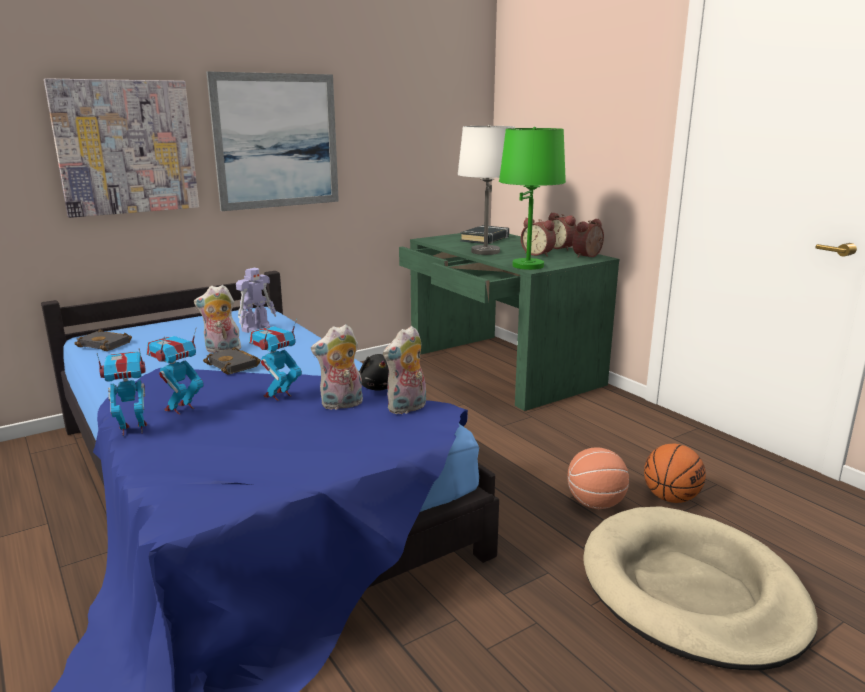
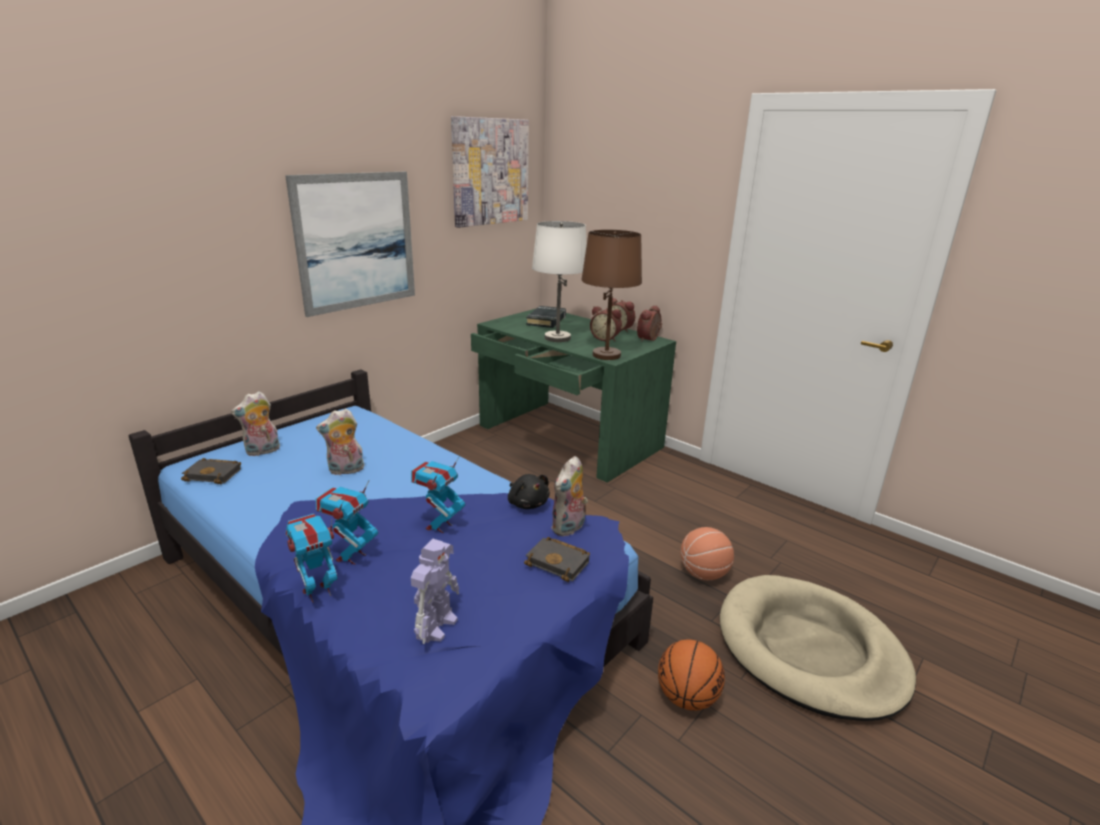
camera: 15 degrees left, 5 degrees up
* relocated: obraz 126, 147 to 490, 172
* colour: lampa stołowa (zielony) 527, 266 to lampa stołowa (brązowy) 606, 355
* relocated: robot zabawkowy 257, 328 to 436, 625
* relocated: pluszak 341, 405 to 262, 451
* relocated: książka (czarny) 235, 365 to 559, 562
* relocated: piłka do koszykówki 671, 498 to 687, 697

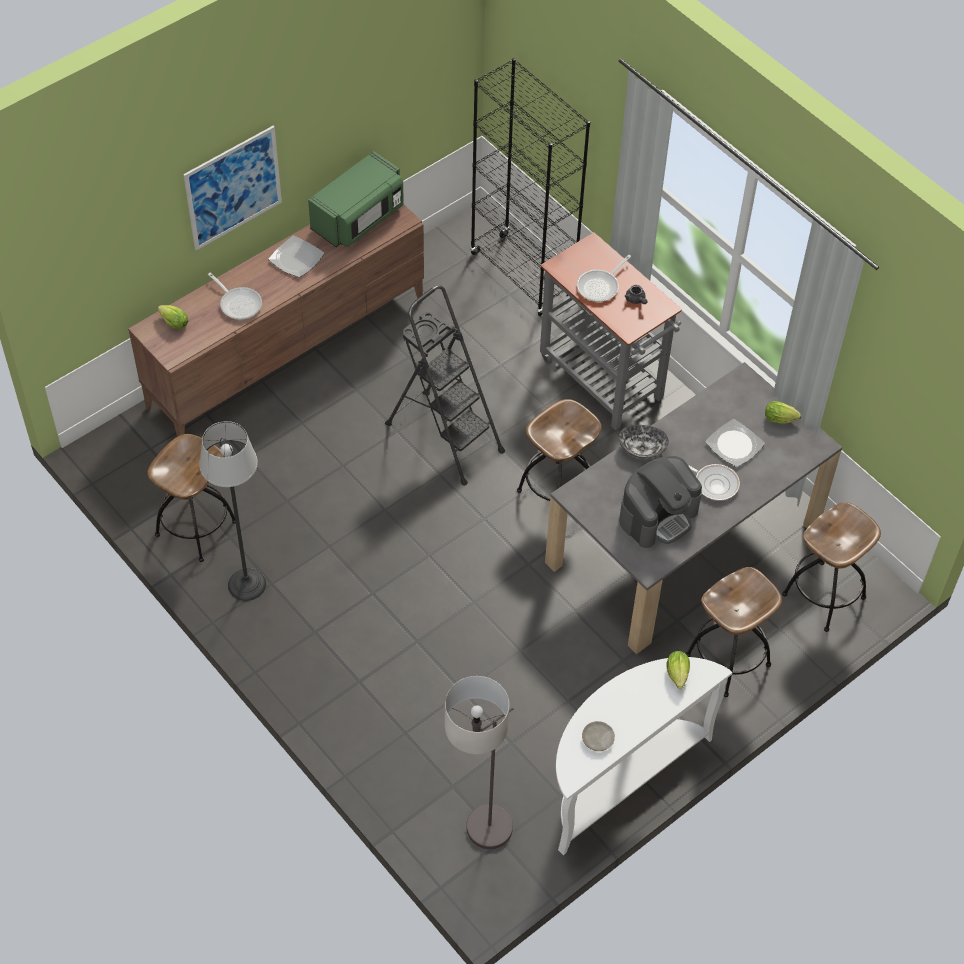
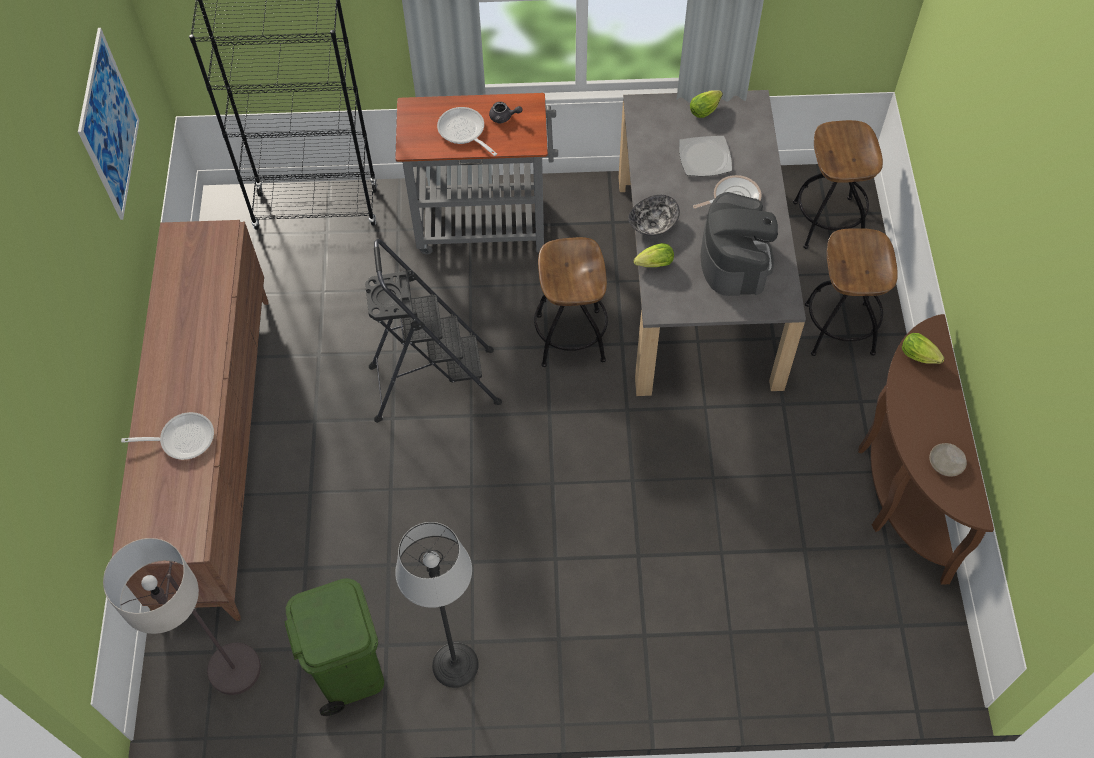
camera: 50 degrees left, 5 degrees up
* relocated: obraz 233, 188 to 109, 125
* missing: mikrofalówka (zielony) 359, 218
* missing: talerz 296, 258
* spun: patelnia 600, 286 = 464, 132 150 degrees clockwise
* relocated: sałata 172, 322 to 652, 264
* exchanged: stołek (brązowy) 196, 527 to kosz na śmieci (zielony) 349, 669
* colour: stolik konsolowy (biały) 620, 777 to stolik konsolowy (brązowy) 899, 486
* relocated: lampa stojąca (szary) 478, 836 to 233, 685

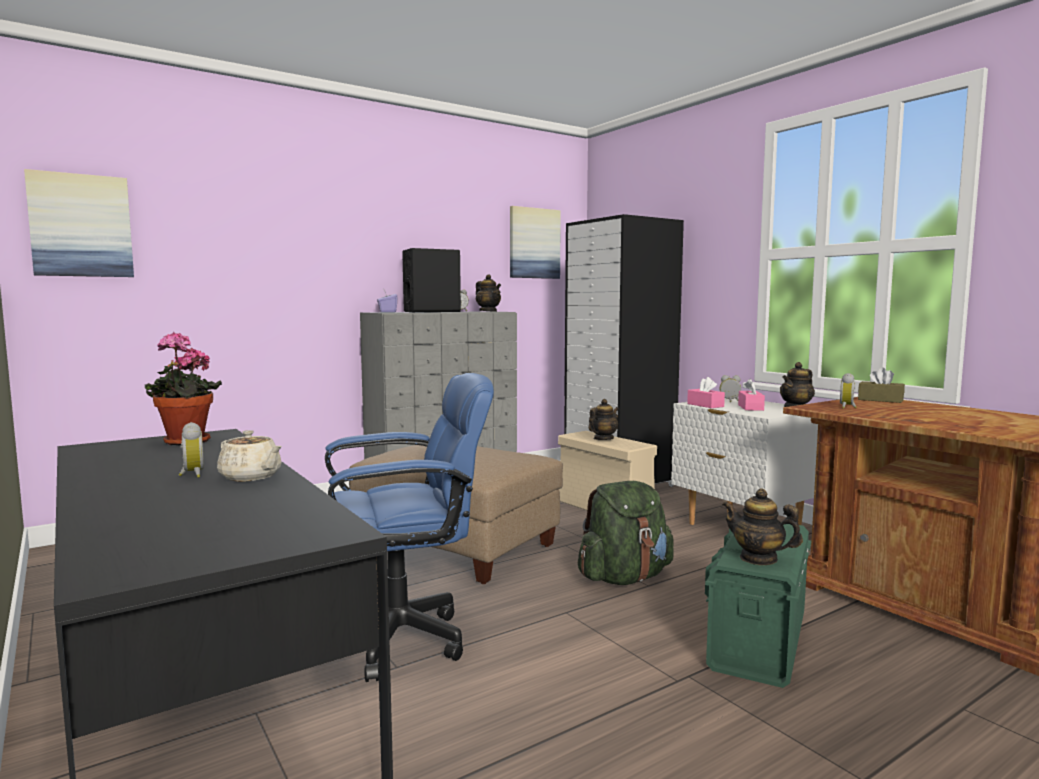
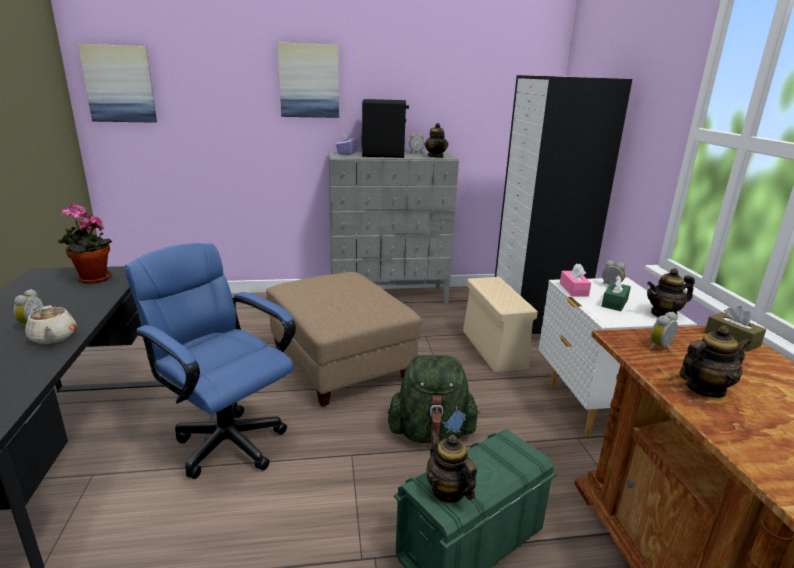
camera: 25 degrees right, 15 degrees up
* relocated: obraz 534, 243 to 309, 81
* spun: krzesło biurowe (niebieski) 405, 639 = 225, 443 150 degrees counterclockwise
* colour: pudełko chusteczek (różowy) 750, 407 to pudełko chusteczek (zielony) 614, 303
* relocated: imbryk 603, 439 to 704, 389

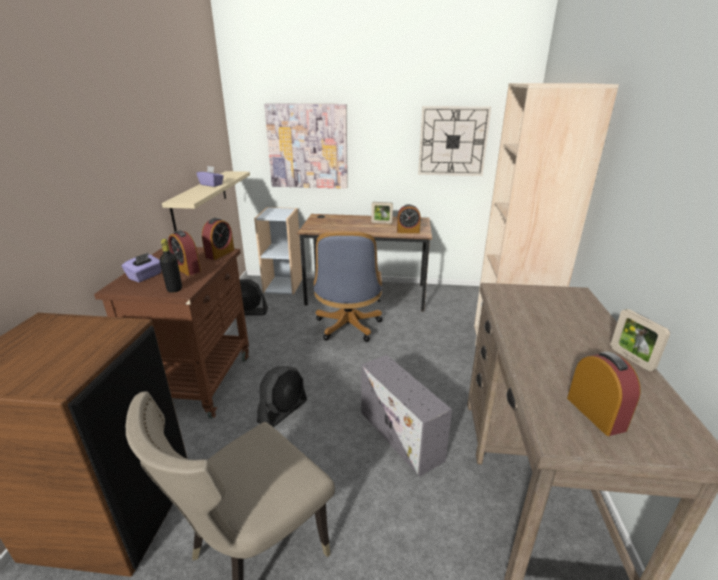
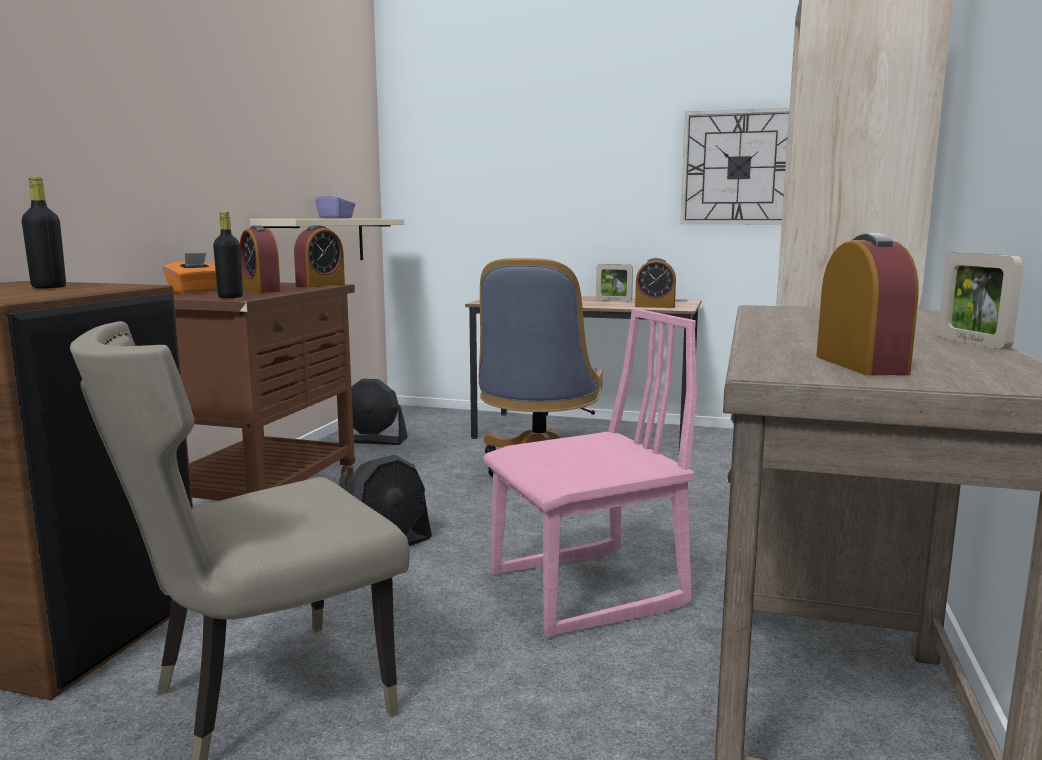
camera: 10 degrees right, 15 degrees down
* missing: obraz 308, 146
* missing: regał 283, 285
* colour: pudełko chusteczek (fioletowy) 145, 276 to pudełko chusteczek (pomarańczowy) 196, 292
* exchanged: pojemnik do przechowywania (szary) 401, 436 to krzesło (różowy) 587, 591
* appeared: butelka (czarny) 49, 287

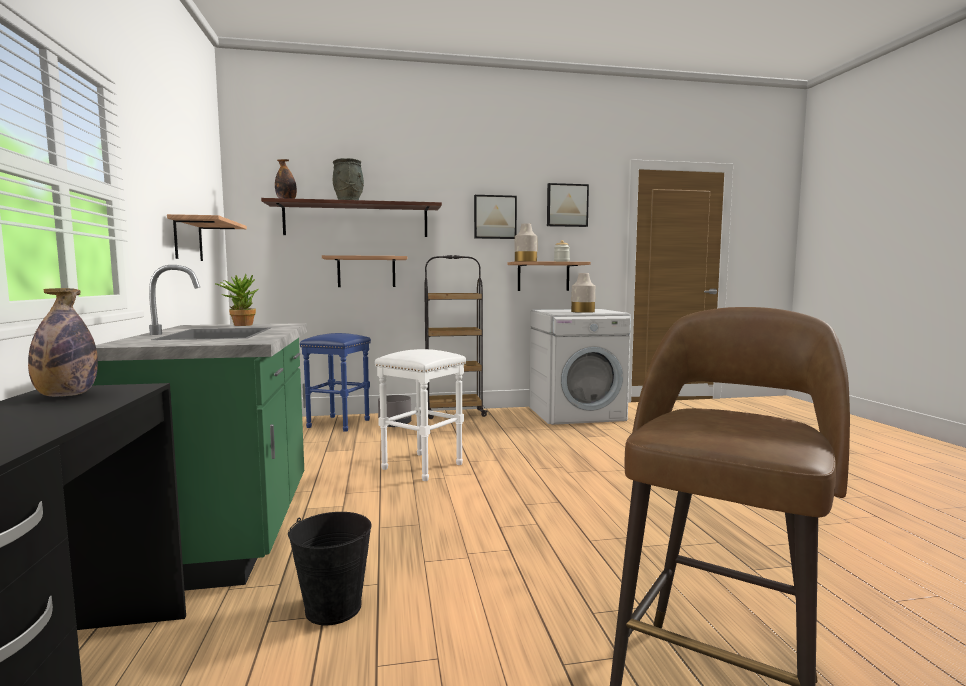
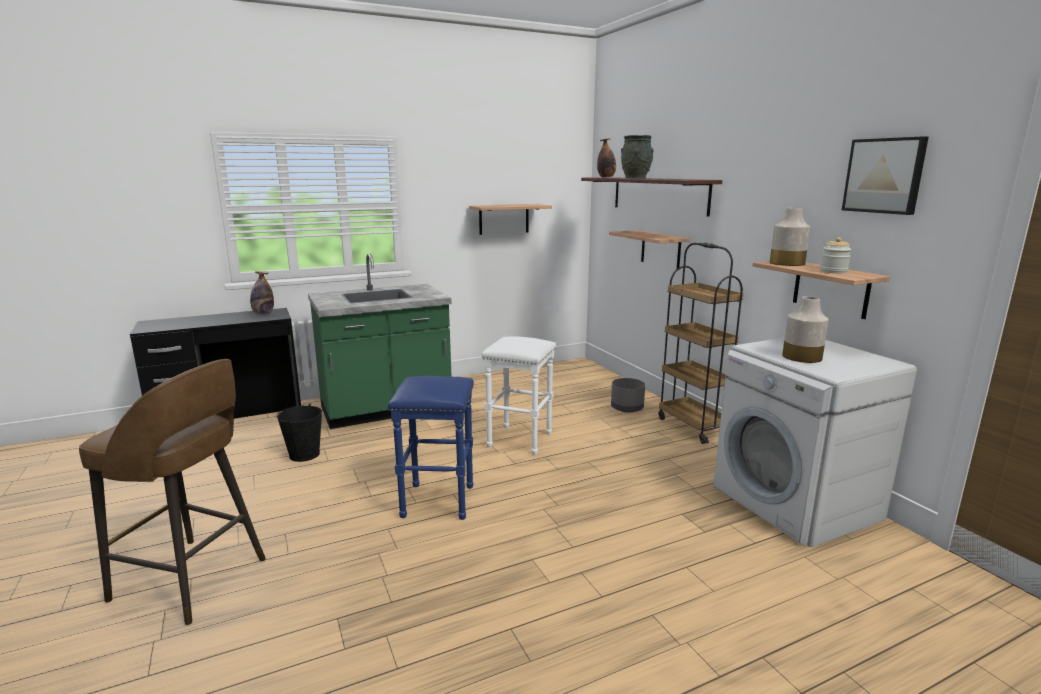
camera: 75 degrees right, 10 degrees up
* missing: obraz 494, 217
* missing: roślina doniczkowa 240, 325
* relocated: stołek (niebieski) 340, 423 to 439, 502

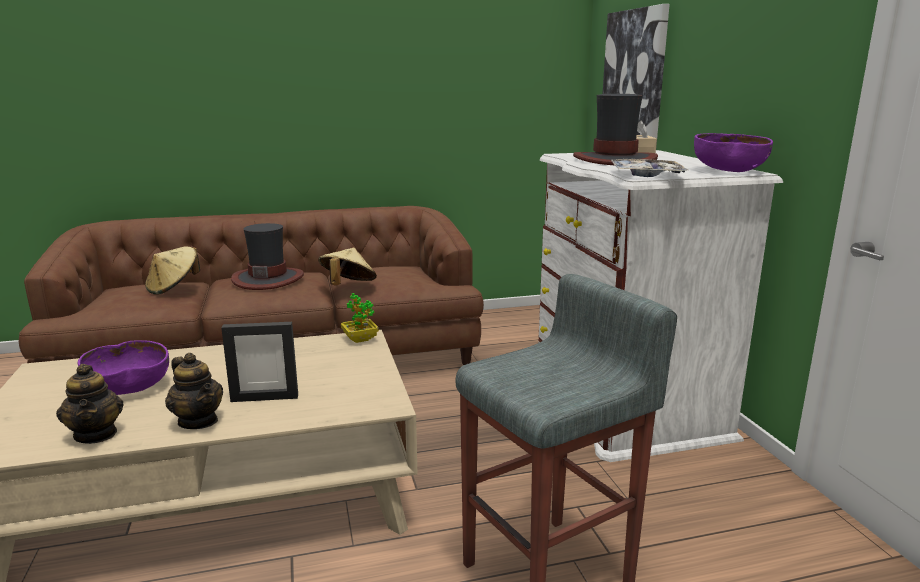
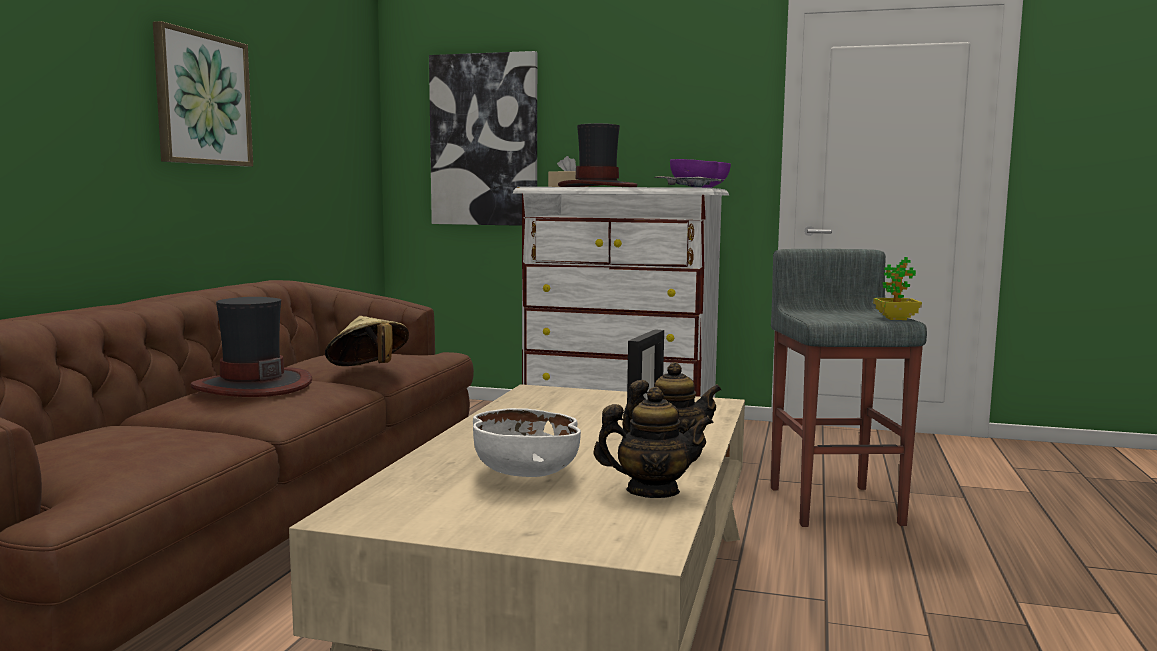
camera: 60 degrees left, 10 degrees down
* missing: kapelusz (beżowy) 174, 287
* relocated: roślina doniczkowa 360, 339 to 896, 318
* colour: miska (fioletowy) 129, 388 to miska (biały) 525, 474
* appeared: obraz 202, 99

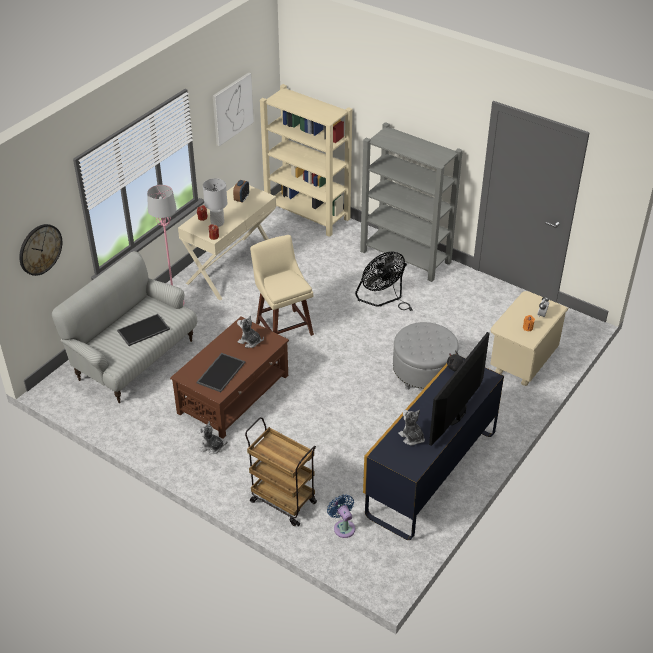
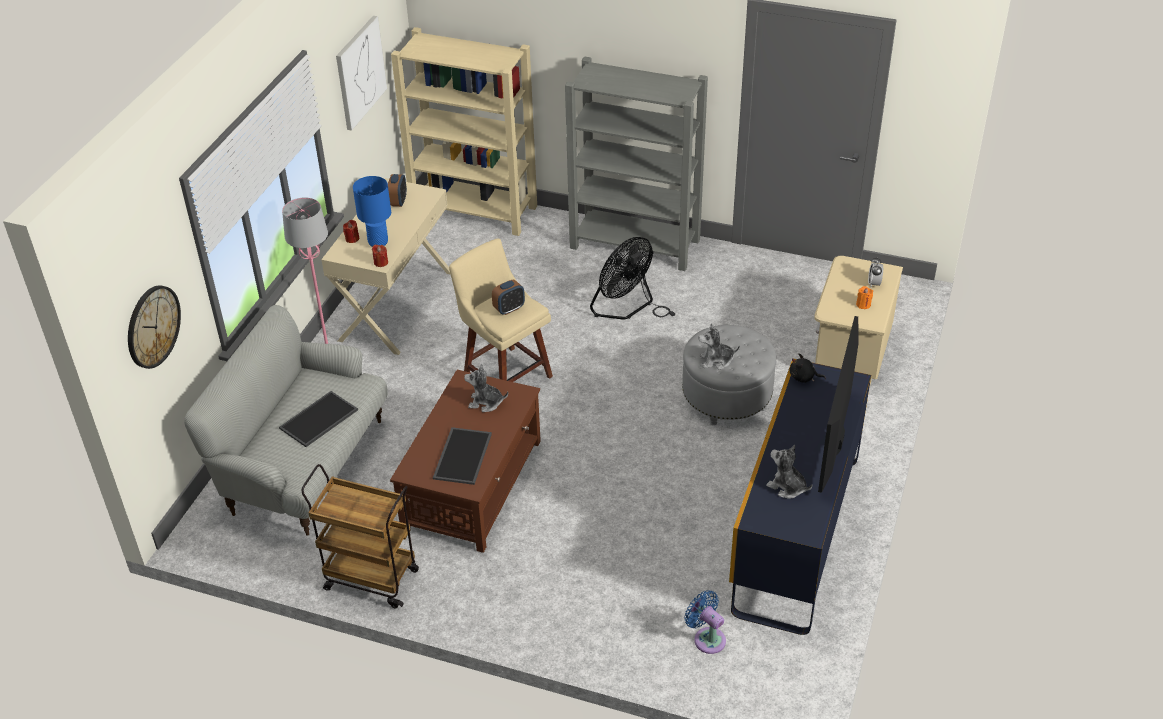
camera: 15 degrees left, 0 degrees up
* colour: lampa stołowa (szary) 217, 224 to lampa stołowa (niebieski) 378, 244
* relocated: wózek (brązowy) 282, 502 to 370, 579
* relocated: pluszak 211, 447 to 716, 360
* appeared: budzik 509, 309

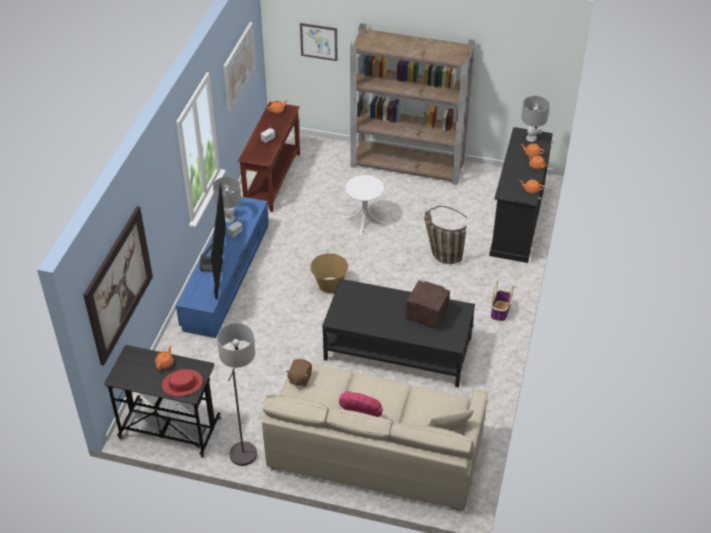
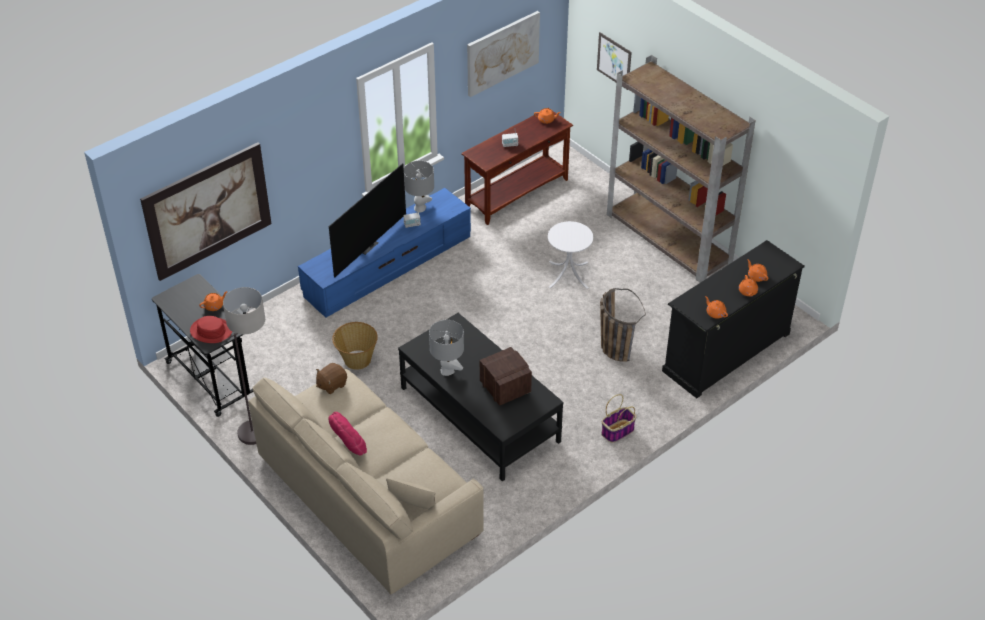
camera: 35 degrees right, 0 degrees up
* relocated: lampa stołowa (szary) 531, 138 to 447, 371
* relocated: koszyk 329, 285 to 357, 359

